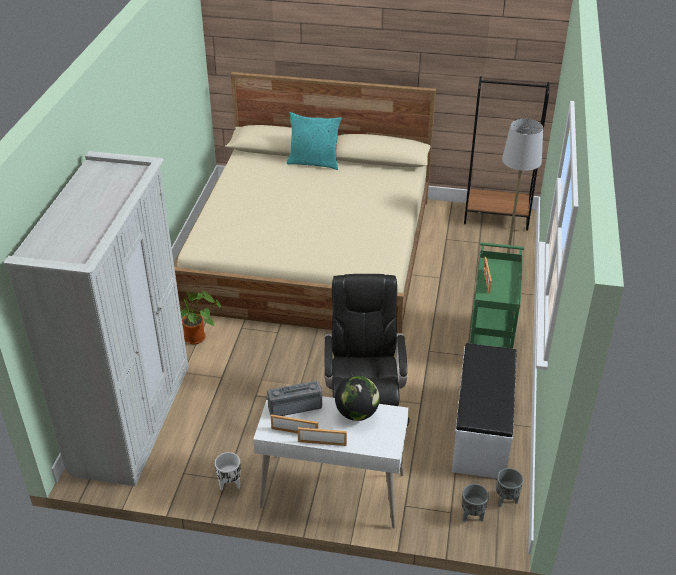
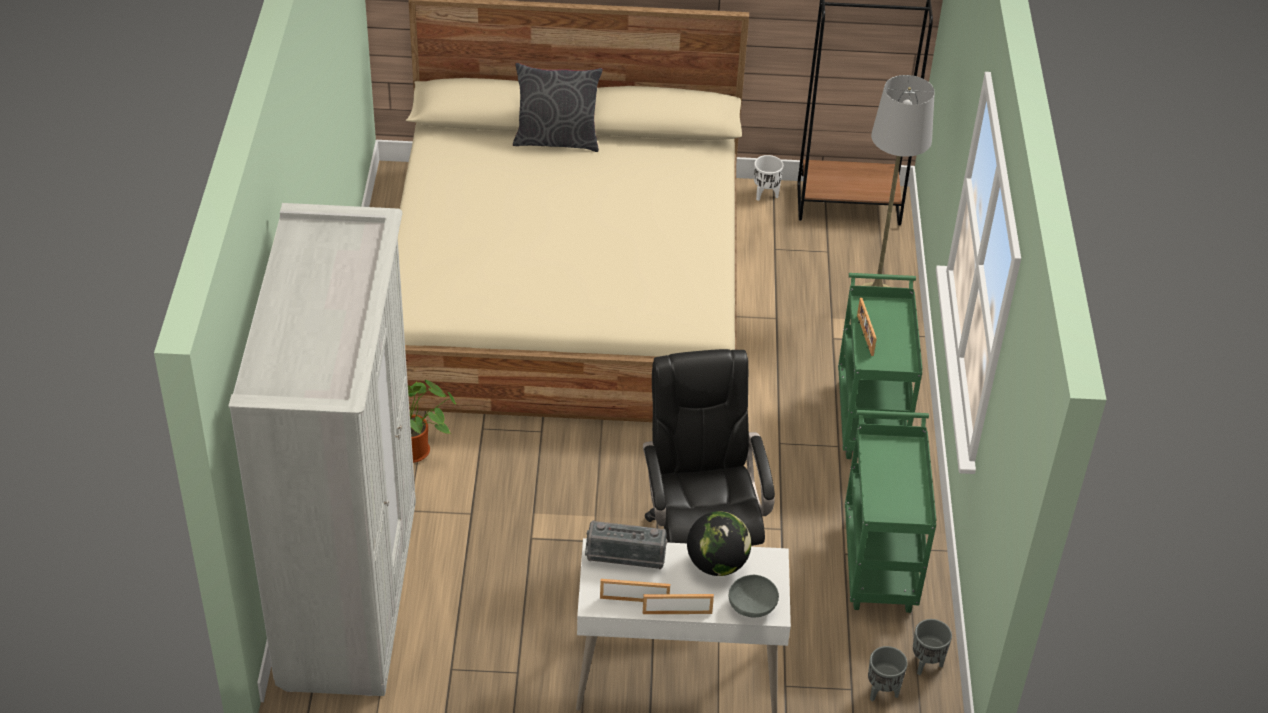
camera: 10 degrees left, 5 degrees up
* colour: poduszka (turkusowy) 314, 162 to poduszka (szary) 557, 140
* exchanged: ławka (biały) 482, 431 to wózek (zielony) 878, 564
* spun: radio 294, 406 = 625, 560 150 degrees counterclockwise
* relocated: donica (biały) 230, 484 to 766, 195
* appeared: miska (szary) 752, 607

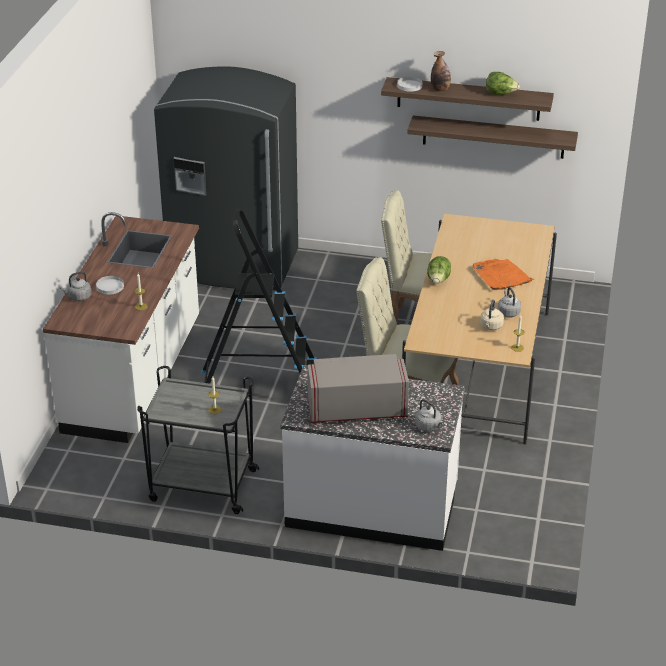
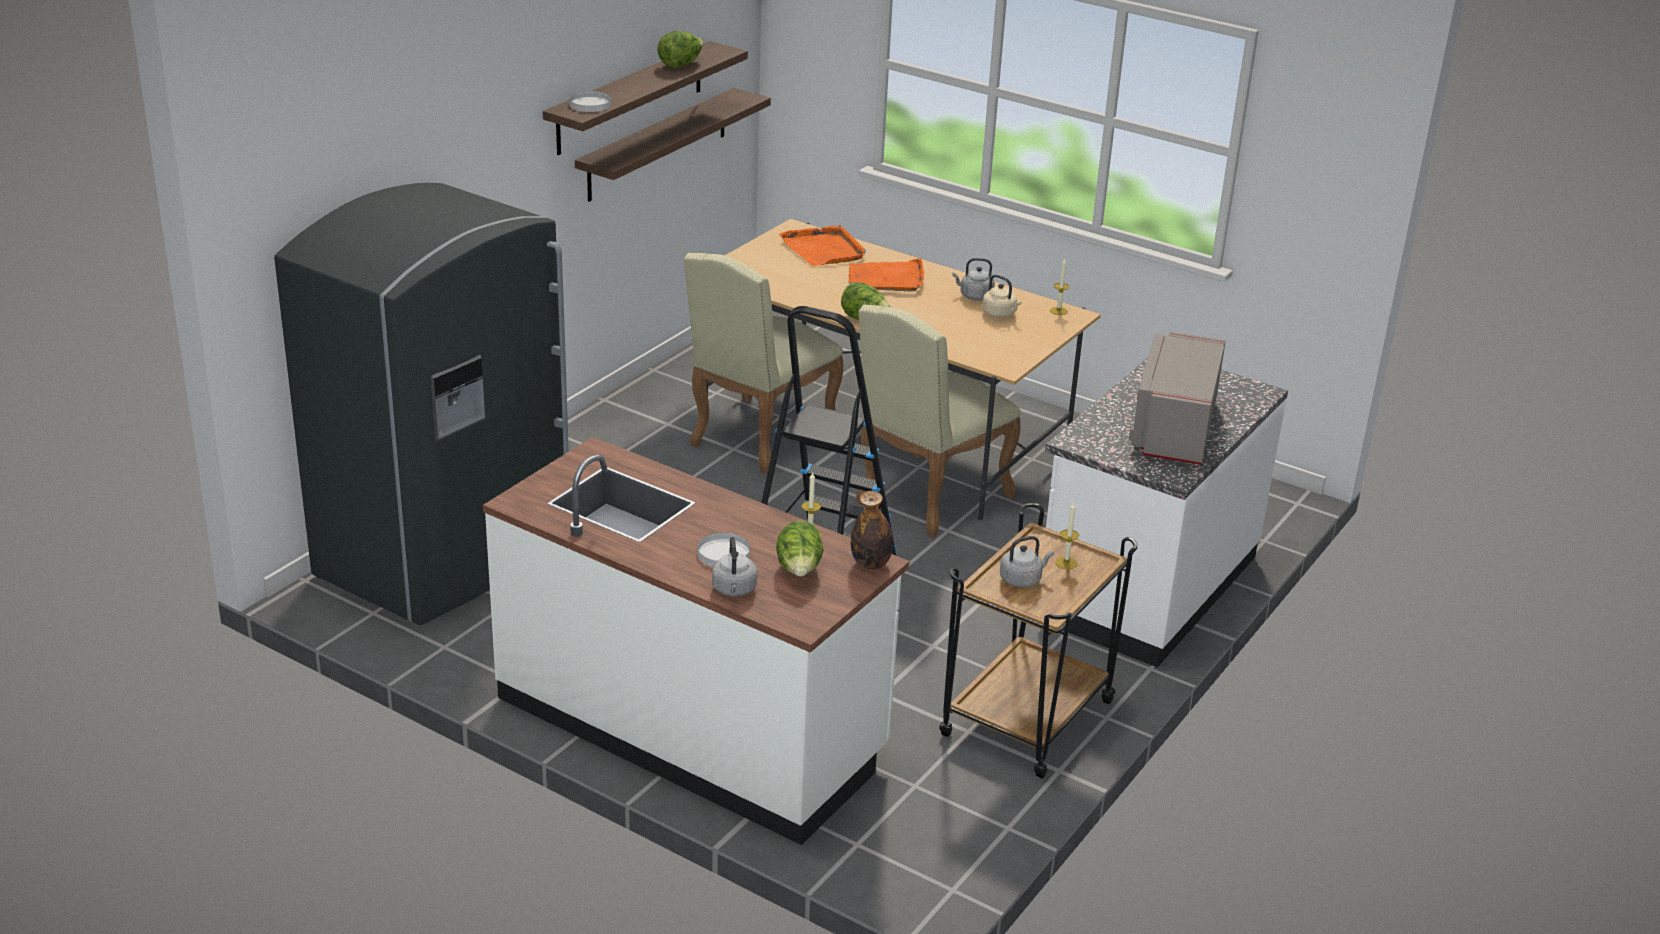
camera: 70 degrees left, 5 degrees down
* relocated: butelka 440, 89 to 870, 564
* colour: wózek (szary) 202, 485 to wózek (brązowy) 1025, 720
* relocated: czajnik (szary) 429, 427 to 1022, 579
* appeared: taca (pomarańczowy) 824, 249
* appeared: sałata 799, 571

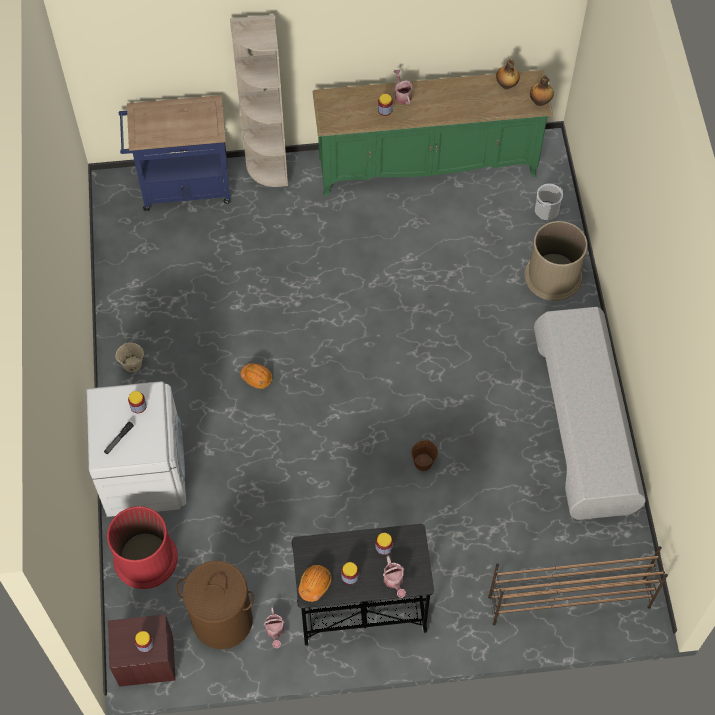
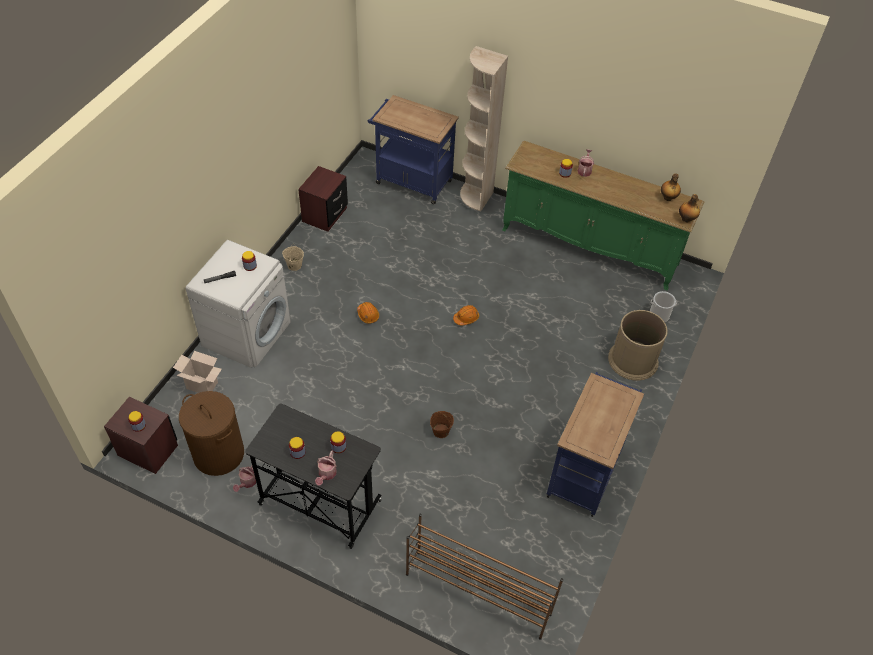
camera: 30 degrees right, 10 degrees down
* exchanged: ławka (szary) 584, 422 to wózek (niebieski) 585, 471
* exchanged: kosz na śmieci (czerwony) 145, 558 to karton 203, 385
* relocated: kask (pomarańczowy) 315, 584 to 466, 318
* appeared: szafka nocna (brązowy) 325, 215

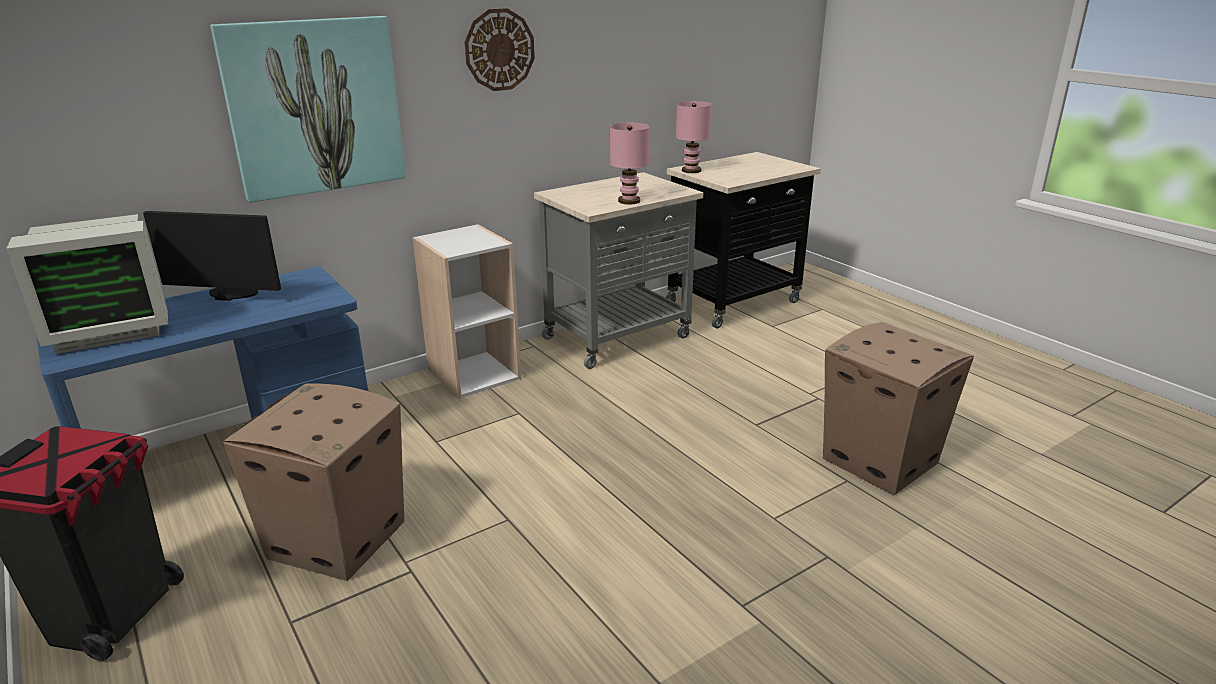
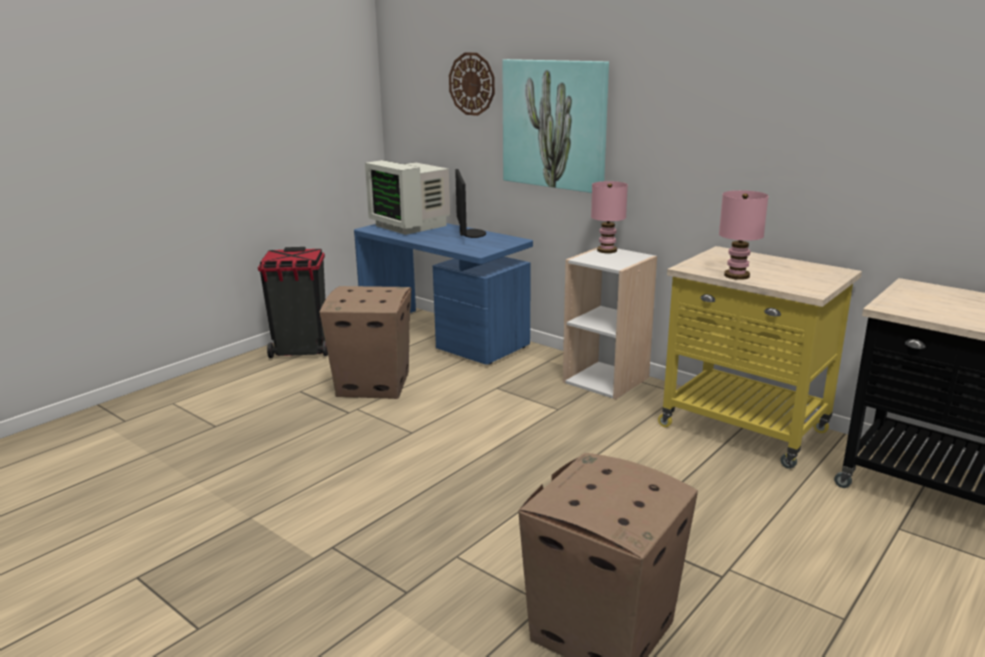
camera: 75 degrees right, 5 degrees down
* relocated: zegar ścienny 499, 50 to 472, 84
* relocated: lampa stołowa (różowy) 691, 171 to 606, 250
* colour: wózek (szary) 617, 337 to wózek (żółty) 744, 429

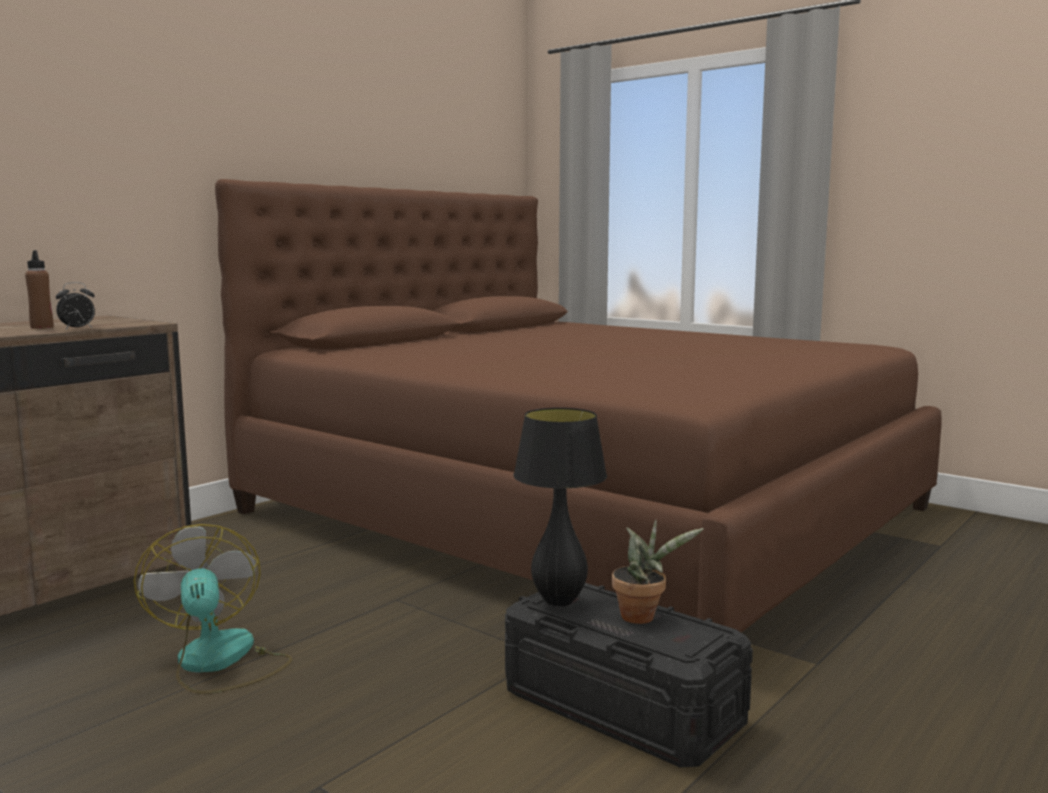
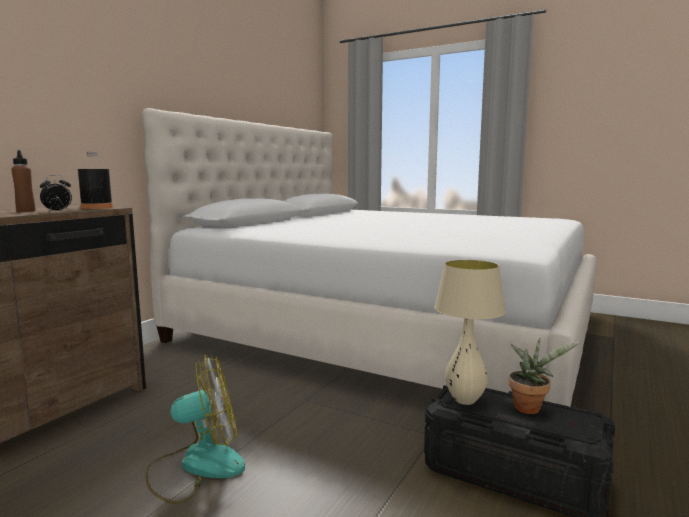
camera: 10 degrees left, 0 degrees up
* colour: łóżko (brązowy) 583, 510 to łóżko (biały) 391, 327
* colour: lampa stołowa (czarny) 559, 601 to lampa stołowa (beżowy) 465, 400
* spun: wentylator 218, 662 = 197, 466 105 degrees clockwise
* appeared: butelka (czarny) 97, 208

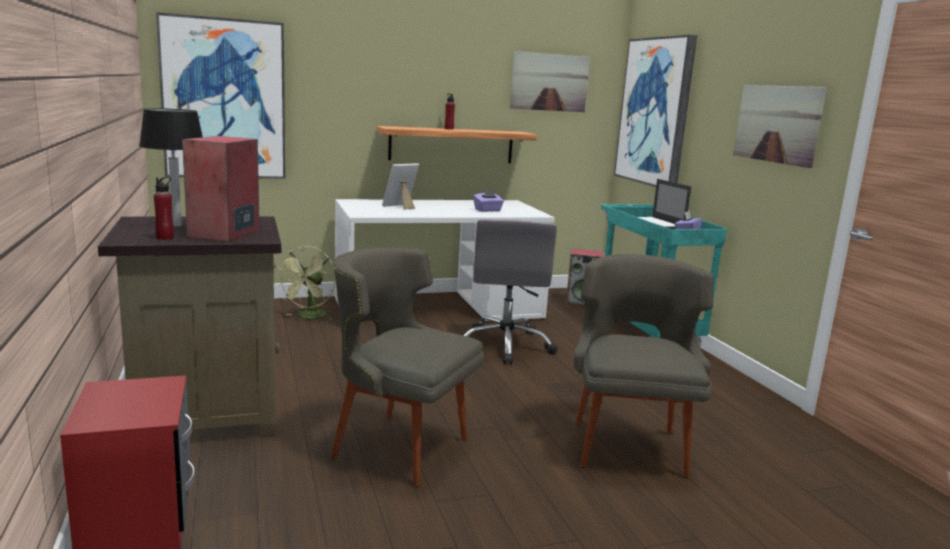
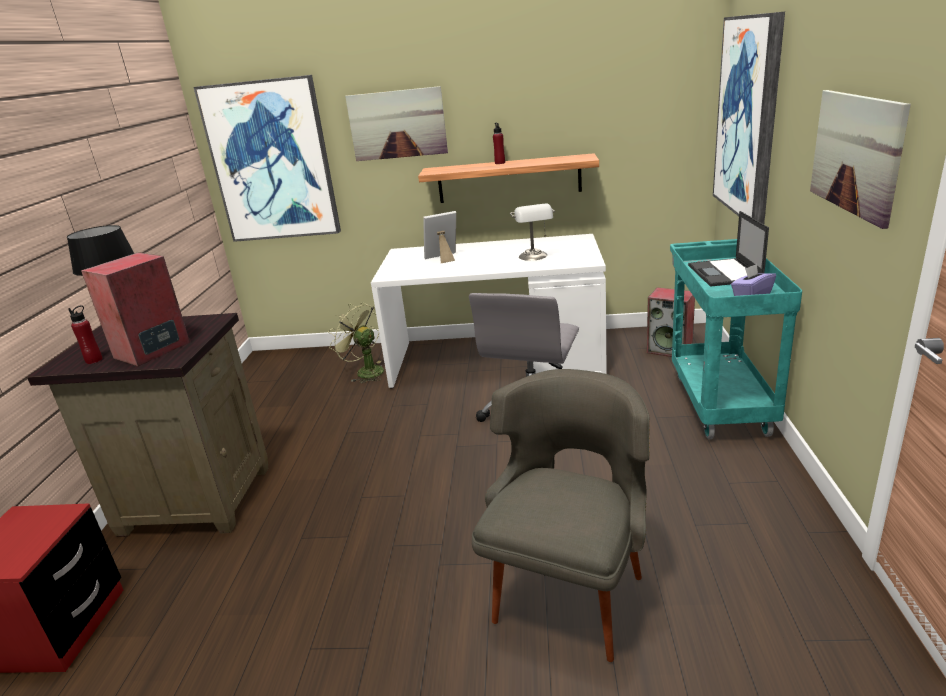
camera: 25 degrees right, 10 degrees up
* relocated: obraz 549, 82 to 397, 124
* exchanged: pudełko chusteczek (fioletowy) 488, 210 to lampa stołowa (biały) 535, 257
* spun: wentylator (zielony) 309, 317 = 365, 371 90 degrees clockwise
* missing: krzesło (szary) 402, 449

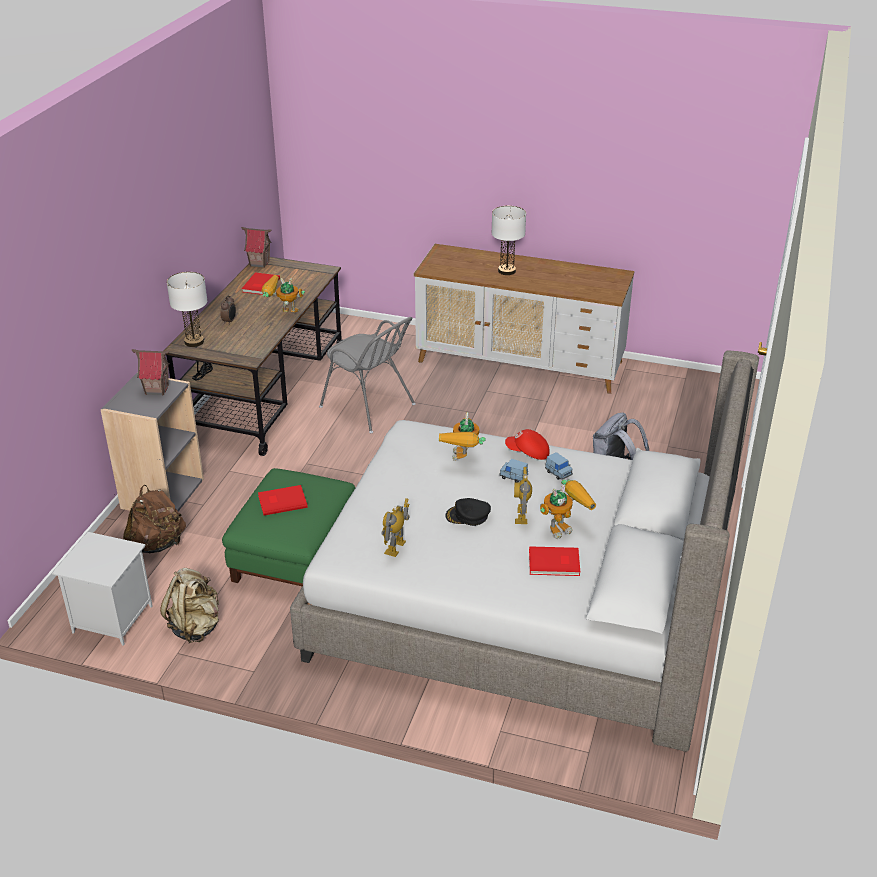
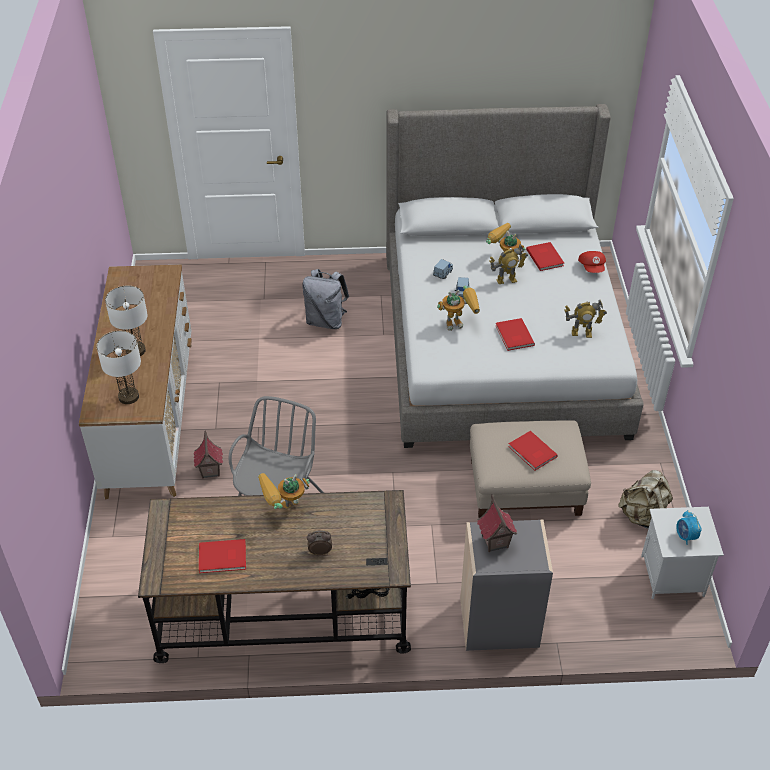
camera: 110 degrees left, 10 degrees up
* relocated: domek 259, 263 to 210, 471
* relocated: lampa stołowa 194, 342 to 128, 397
* spun: robot zabawkowy 282, 314 = 284, 510 75 degrees clockwise
* relocated: czapka z daszkiem (czerwony) 528, 453 to 592, 267
* colour: pufa (zielony) 295, 554 to pufa (beżowy) 525, 486
* missing: plecak (brązowy) 158, 544
* missing: czapka z daszkiem (czarny) 468, 516
* appeared: książka (czerwony) 513, 336
* appeared: budzik 685, 536

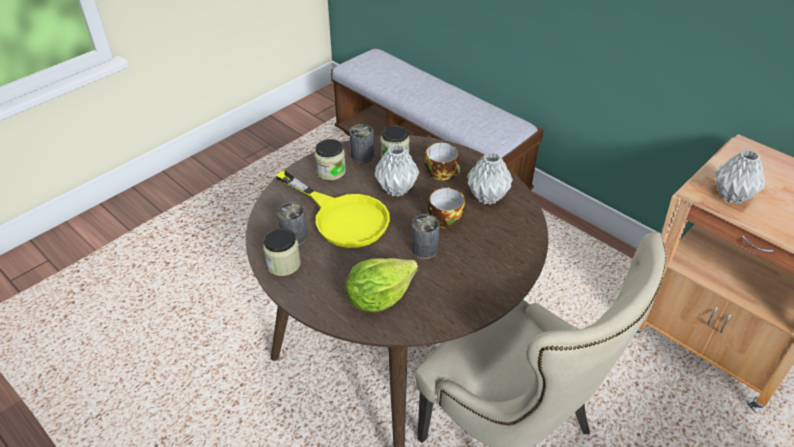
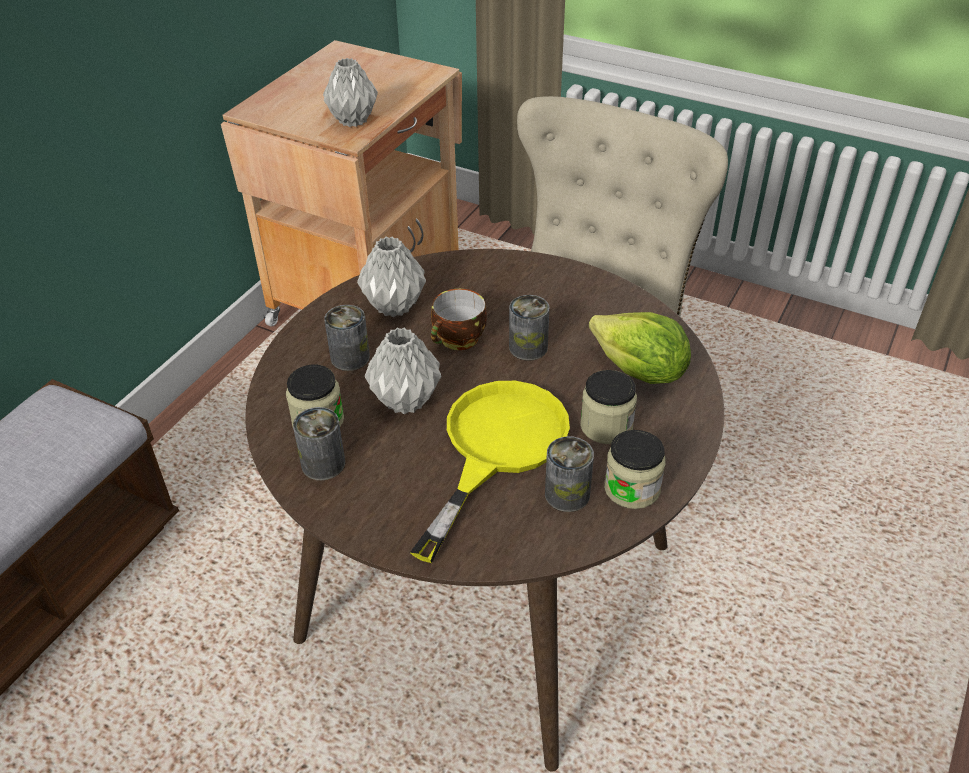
camera: 105 degrees left, 0 degrees up
* relocated: słoik 331, 171 to 606, 426
* exchanged: filiżanka 443, 173 to puszka 350, 357

